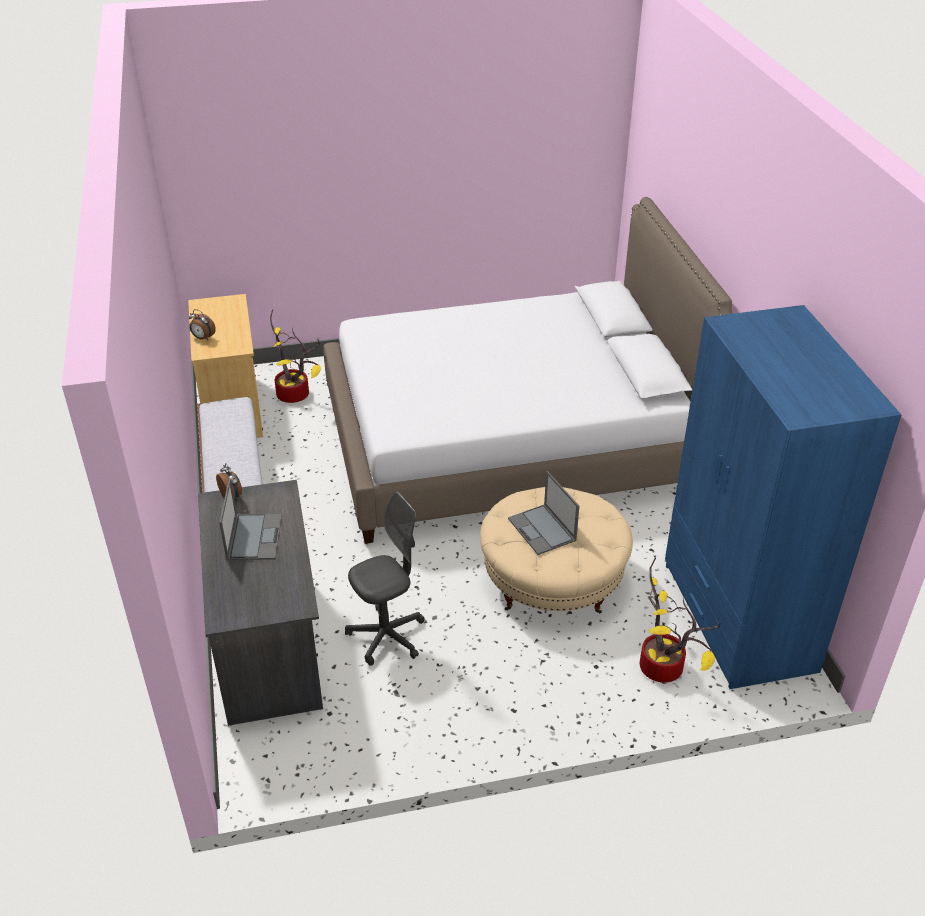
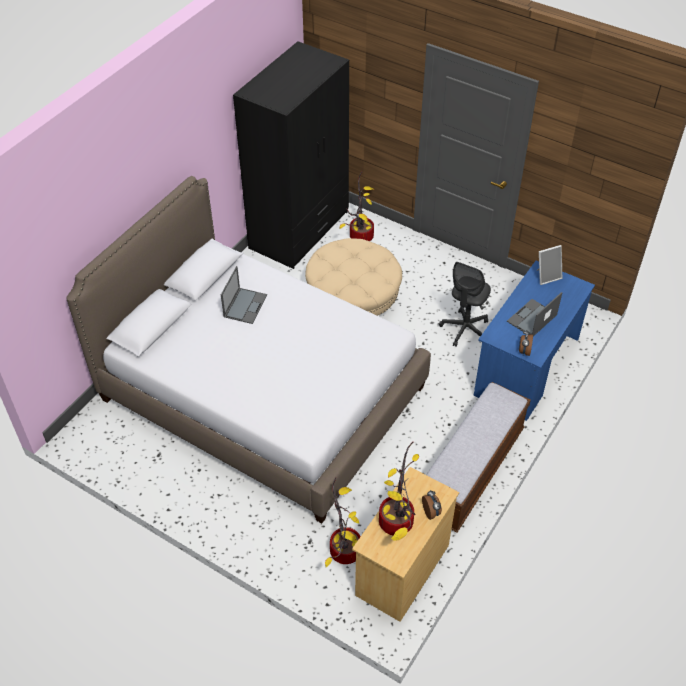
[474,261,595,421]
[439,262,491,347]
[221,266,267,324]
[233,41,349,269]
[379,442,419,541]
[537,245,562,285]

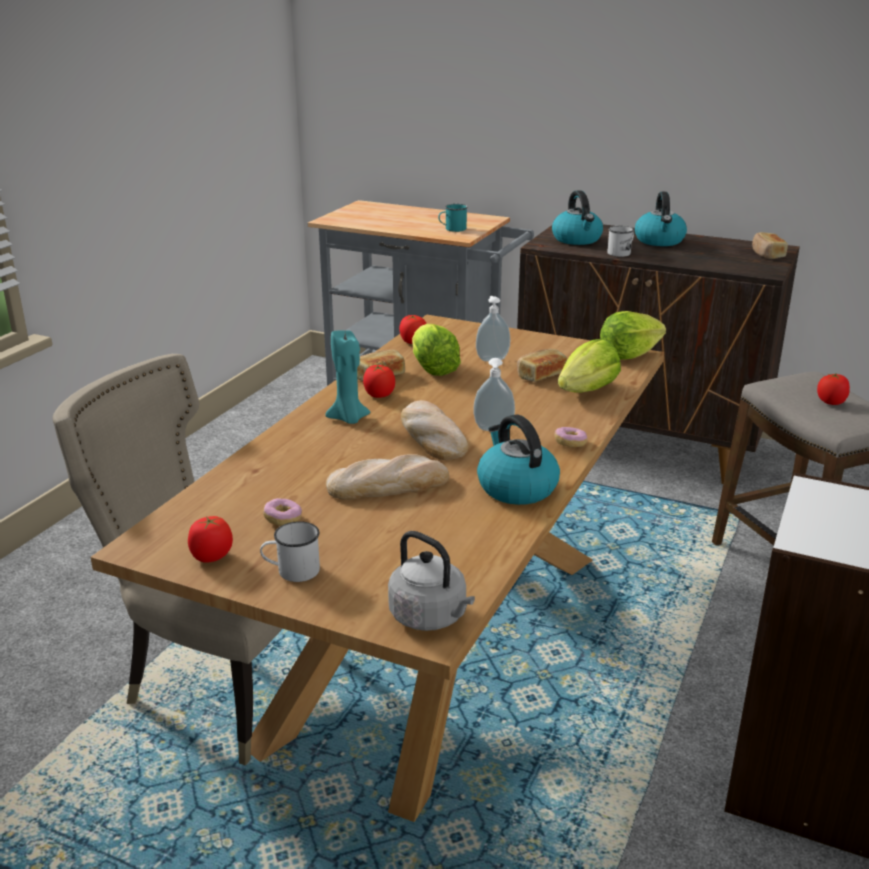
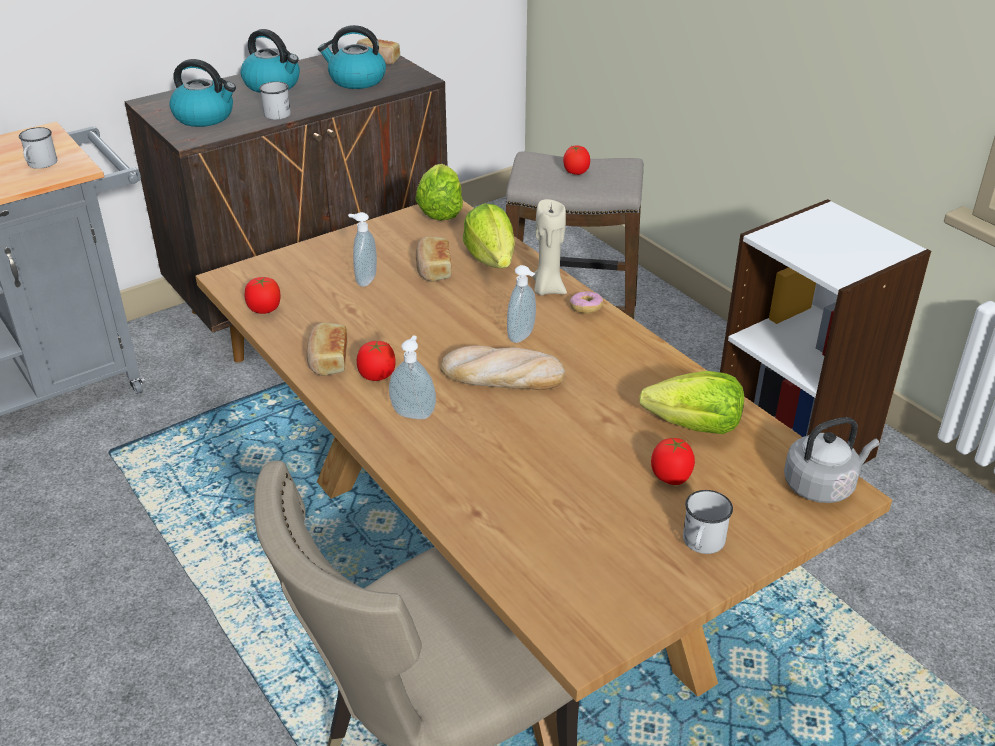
[651,438,695,485]
[263,498,302,526] (first image)
[389,335,436,419]
[326,454,449,500] (first image)
[639,371,744,434]
[19,127,57,169]
[318,25,386,89]
[533,199,567,295]

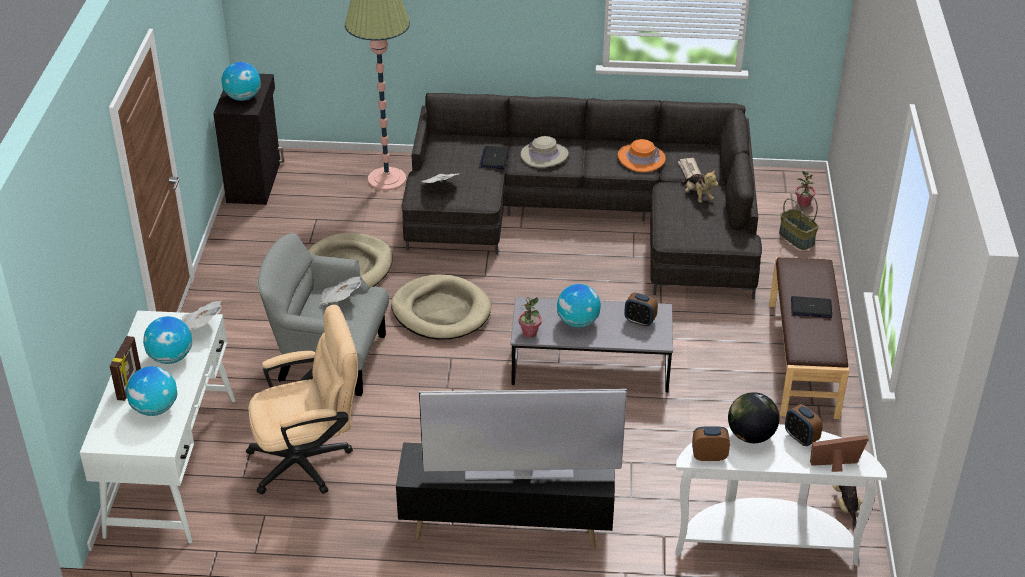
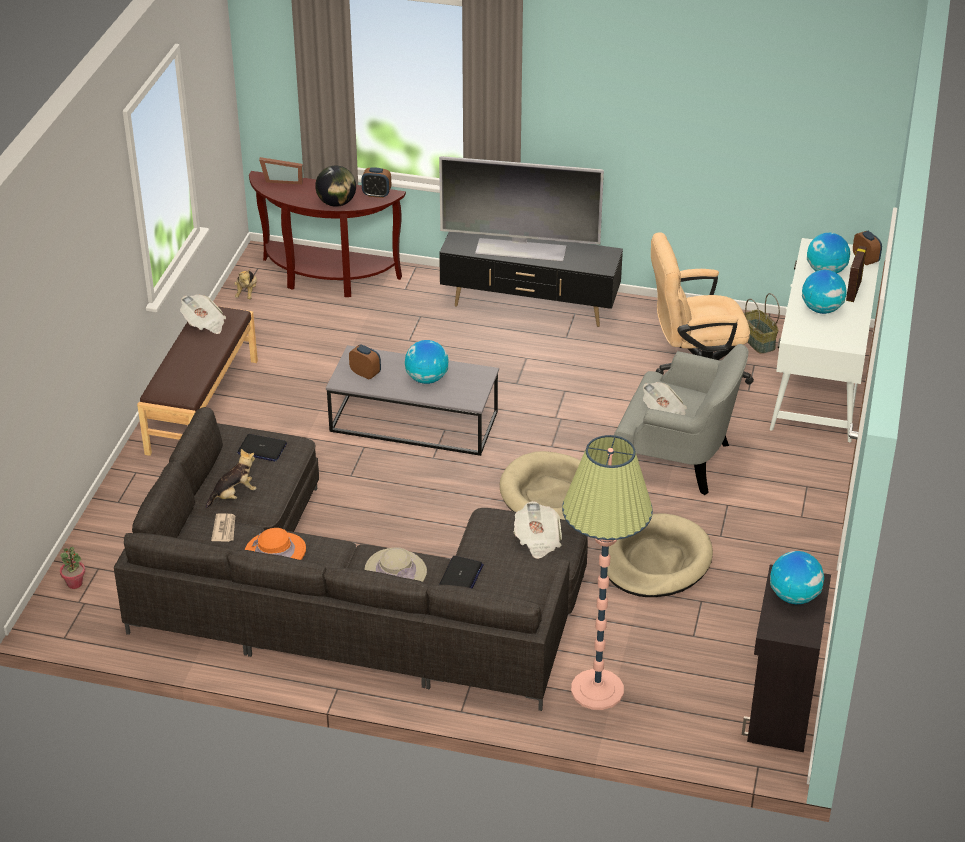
[180,295,226,334]
[518,297,542,338] (first image)
[249,171,406,297]
[206,449,257,509]
[744,293,780,354]
[853,231,882,265]
[237,434,287,461]

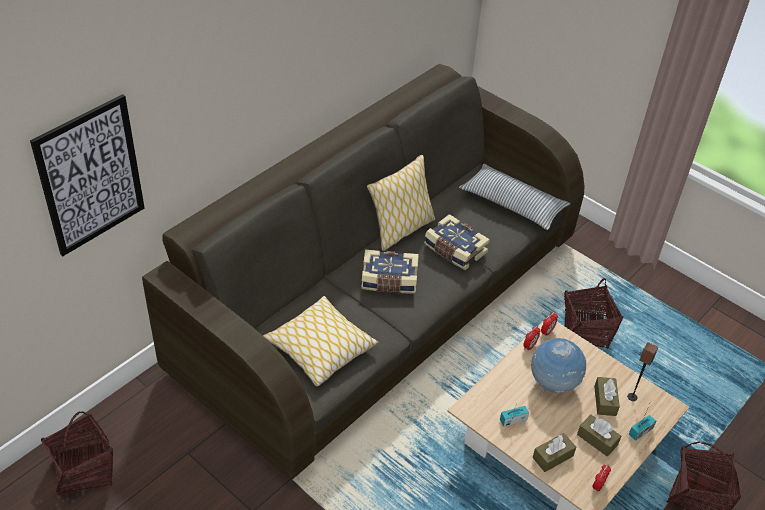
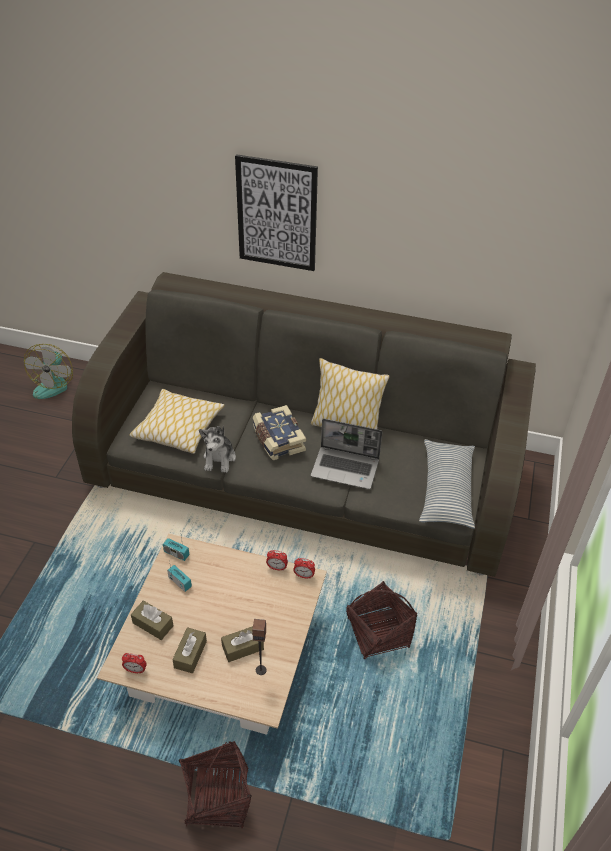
[235,154,318,271]
[24,344,73,399]
[311,419,382,489]
[530,338,586,393] (first image)
[163,530,189,561]
[199,426,236,473]

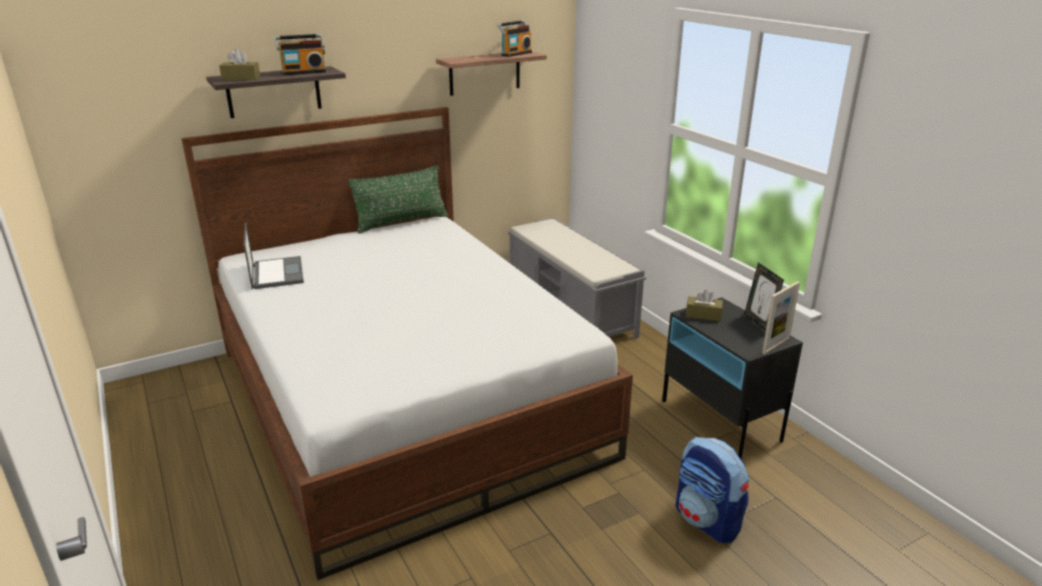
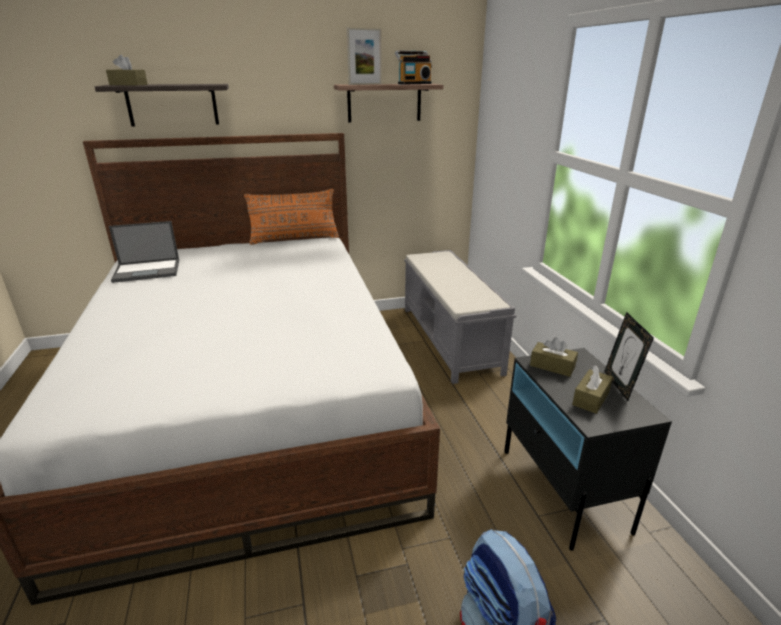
[109,221,179,283]
[274,34,326,75] (first image)
[244,189,339,245]
[347,28,382,85]
[572,365,613,414]

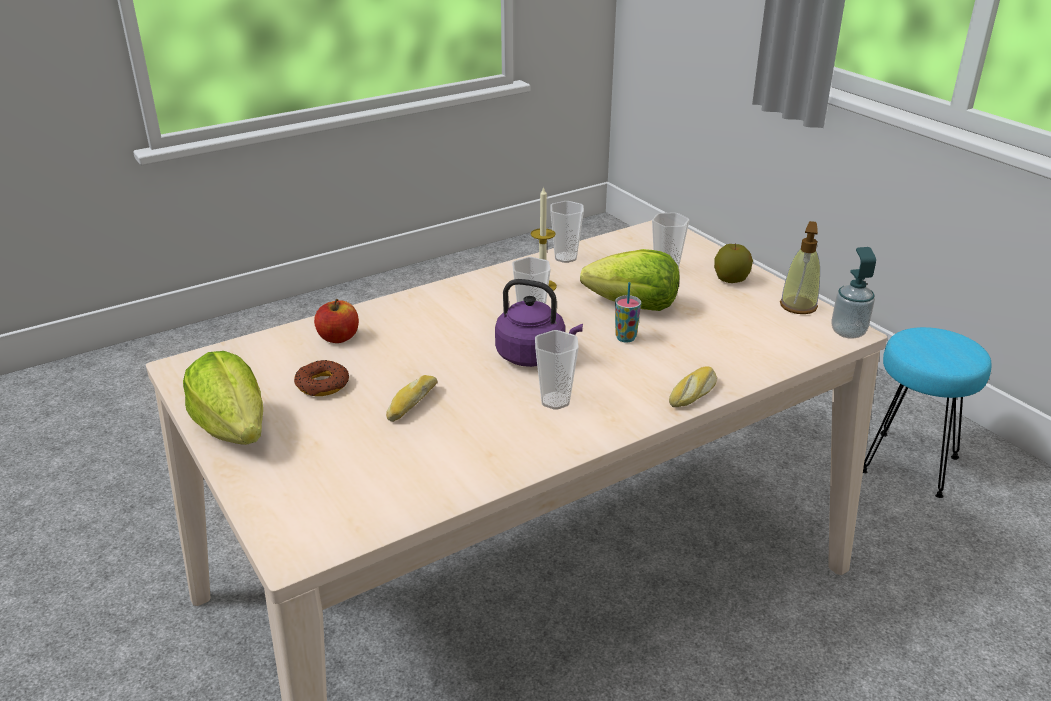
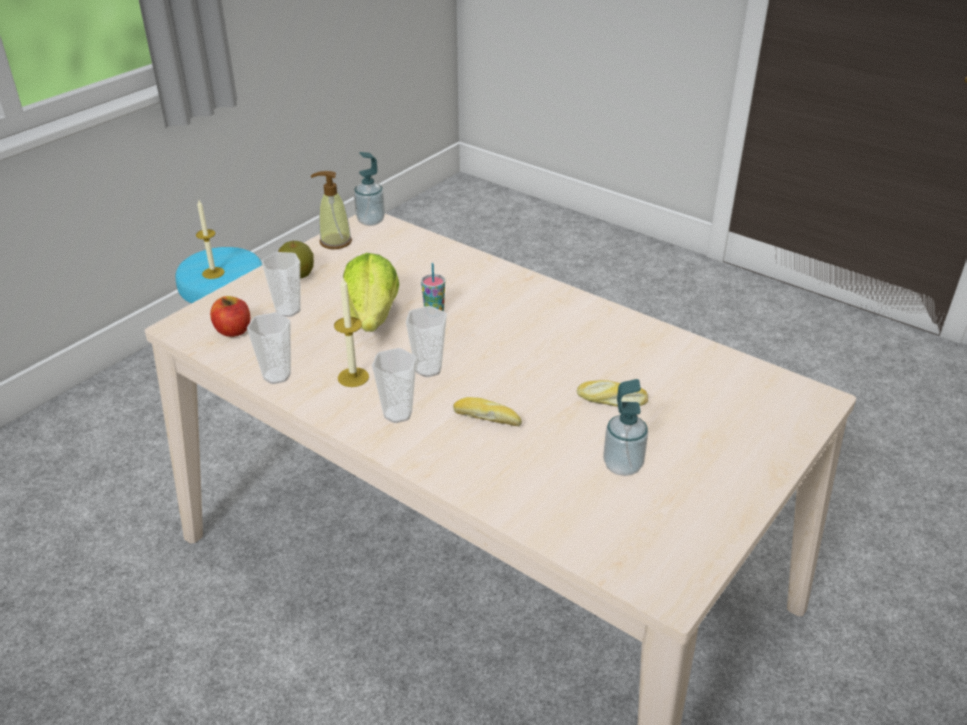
[183,351,263,445] (first image)
[603,379,648,476]
[210,296,250,337]
[495,279,583,367] (first image)
[372,348,417,423]
[453,397,522,426]
[196,200,225,279]

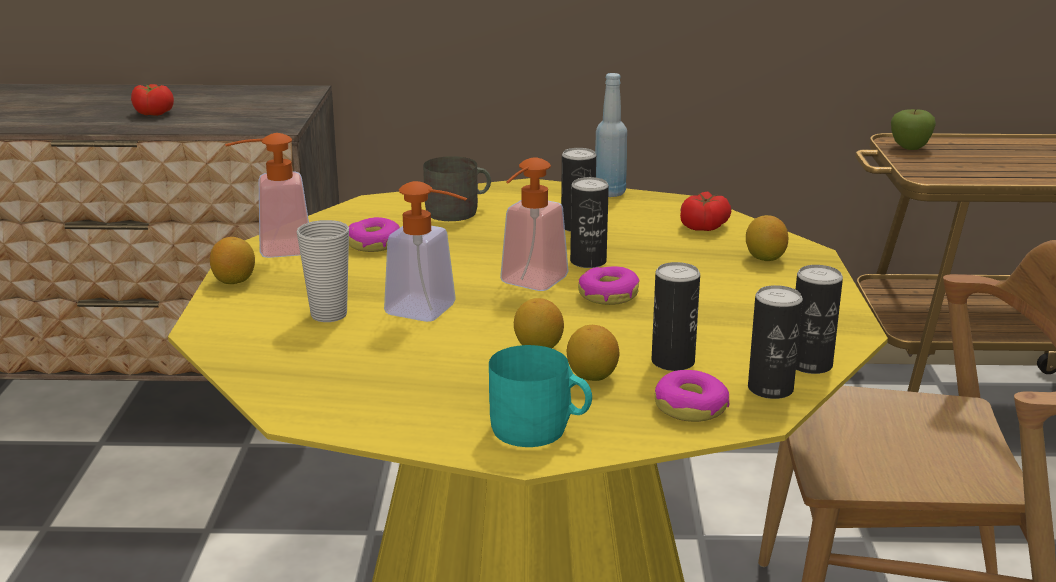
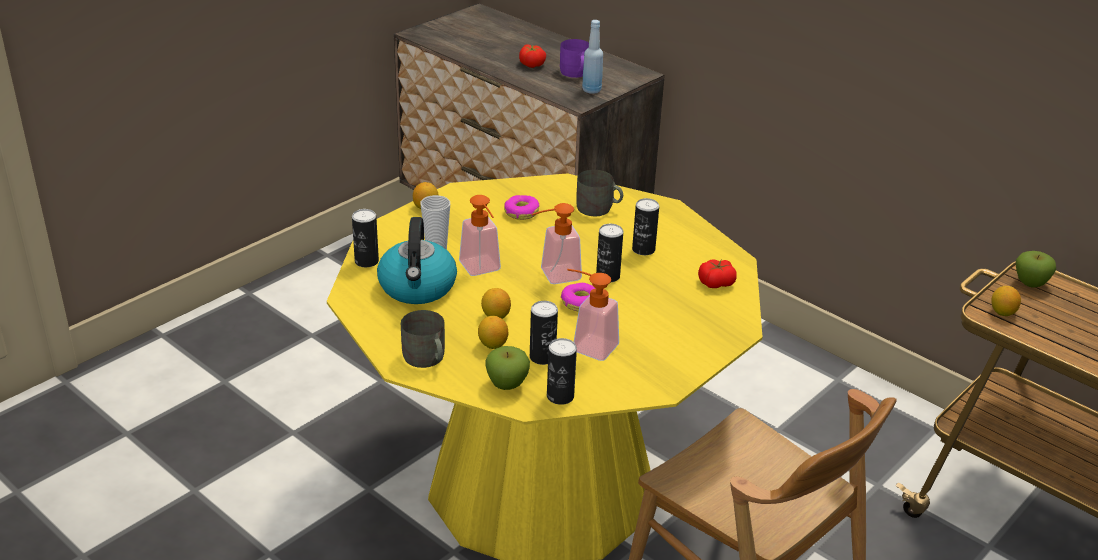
[567,269,619,361]
[401,310,445,368]
[582,20,603,94]
[485,346,530,390]
[991,286,1021,316]
[352,209,379,267]
[377,217,457,304]
[560,39,589,78]

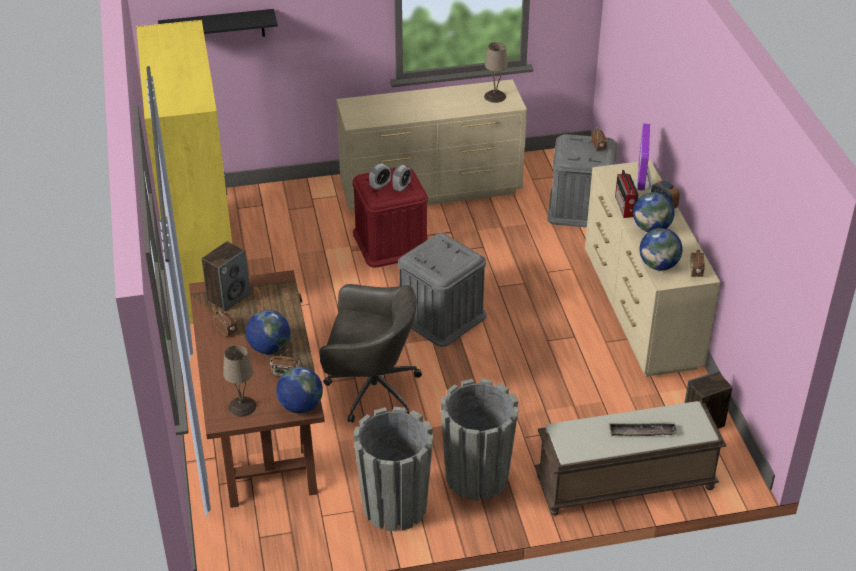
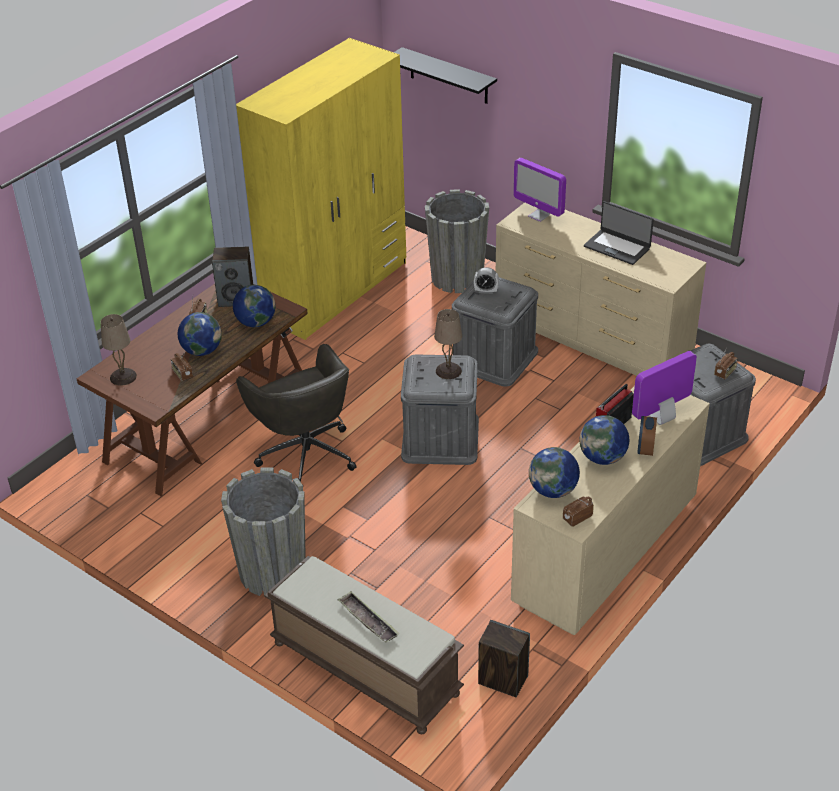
[233,285,275,327]
[452,277,538,387]
[425,189,489,293]
[392,165,411,192] (first image)
[434,309,462,379]
[513,158,566,222]
[584,201,654,265]

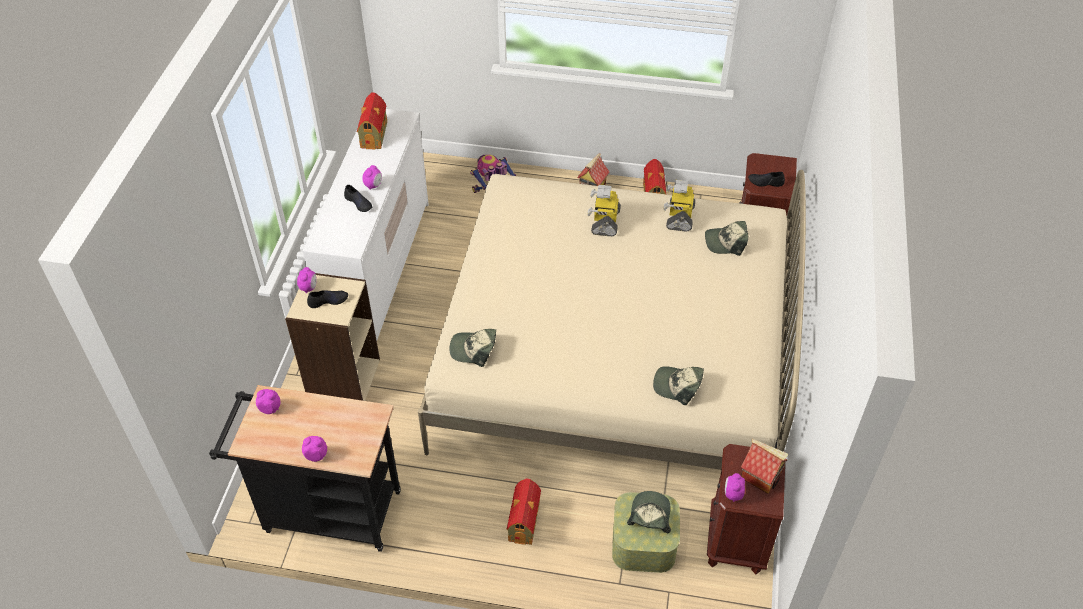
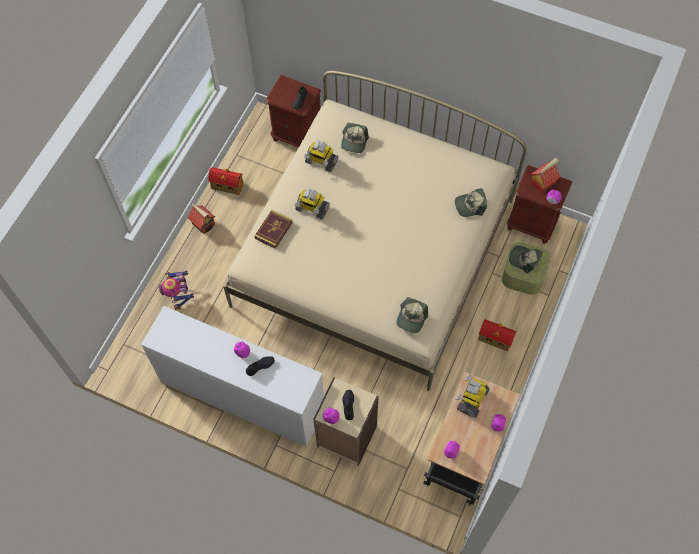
[357,93,387,149] (first image)
[455,189,487,217]
[255,210,293,249]
[456,375,489,418]

